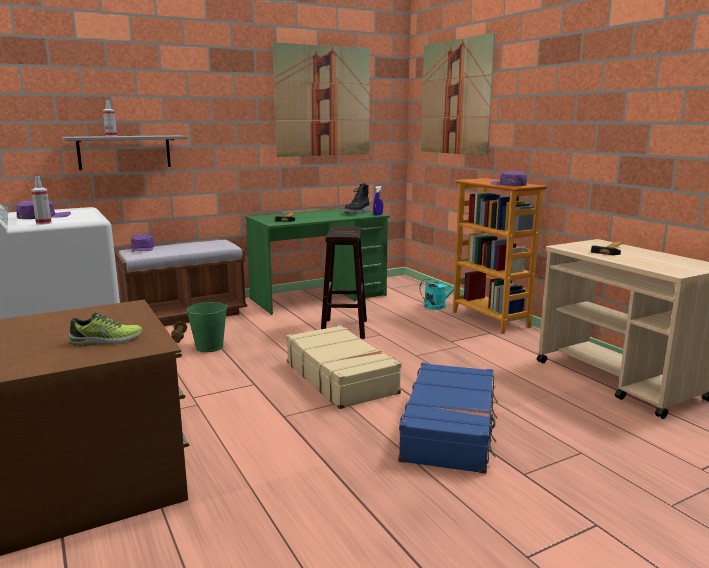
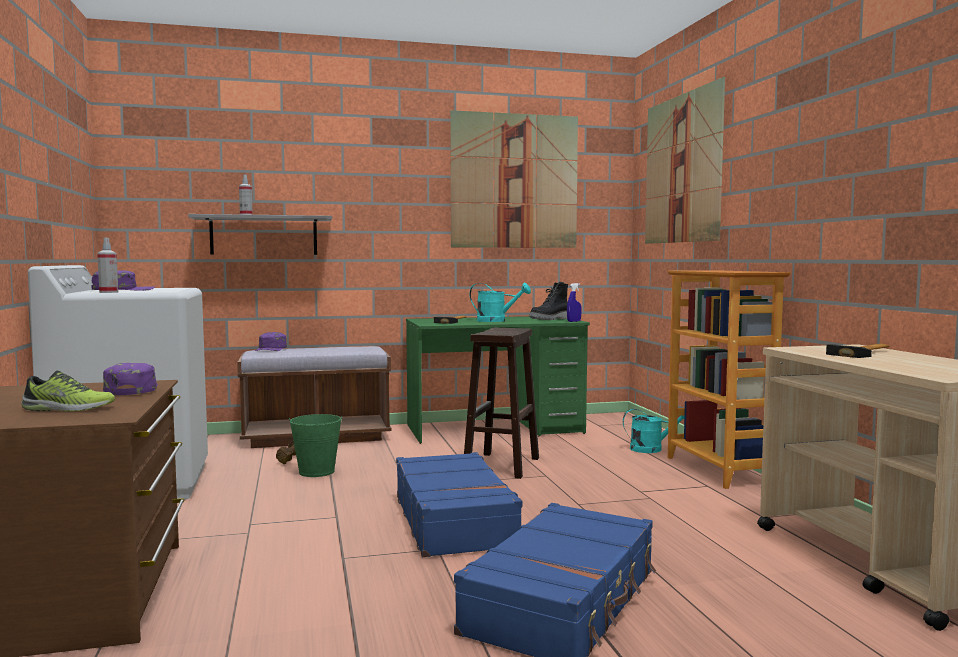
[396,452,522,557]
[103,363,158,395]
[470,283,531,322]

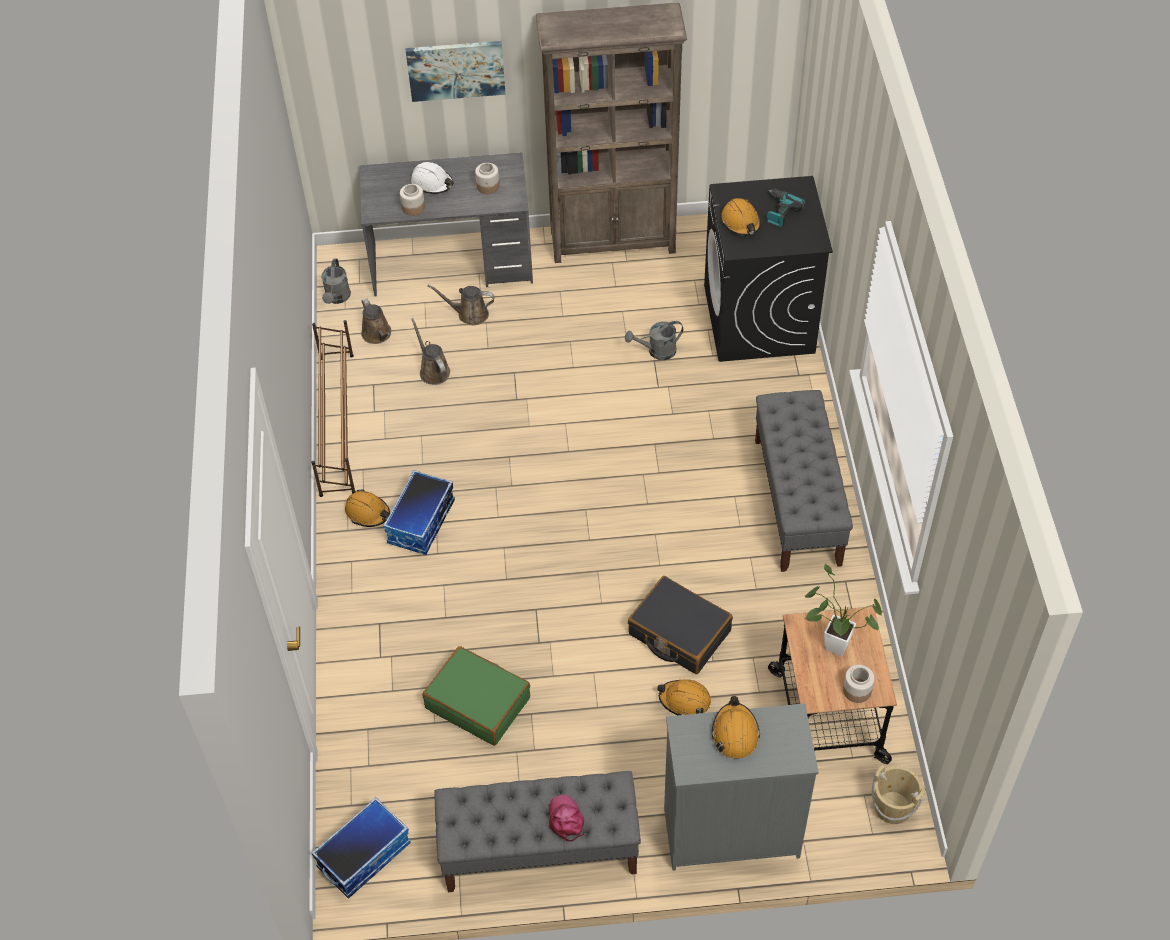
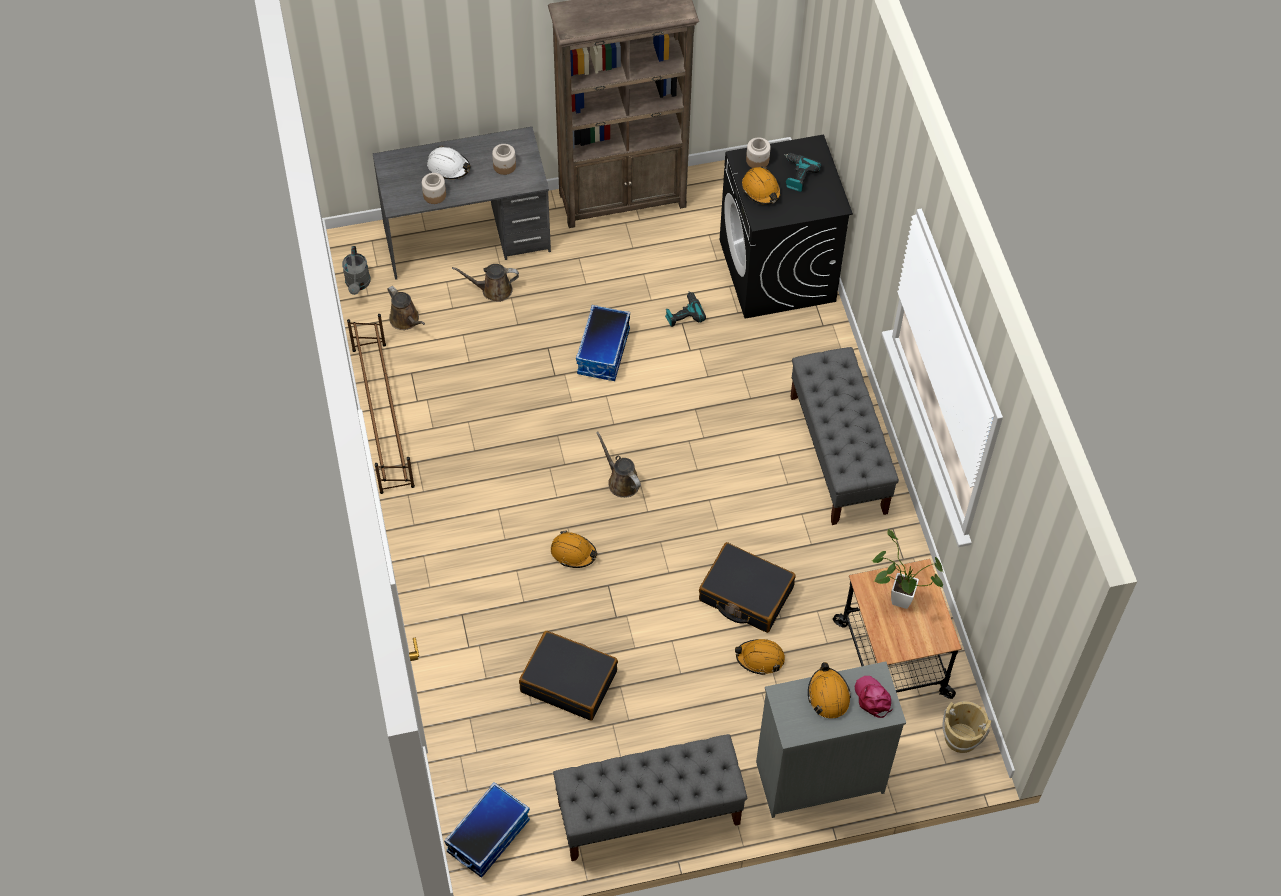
[551,530,597,568]
[576,305,630,381]
[406,41,506,102] (first image)
[596,431,641,498]
[519,631,618,721]
[855,676,893,718]
[665,291,706,327]
[746,137,770,168]

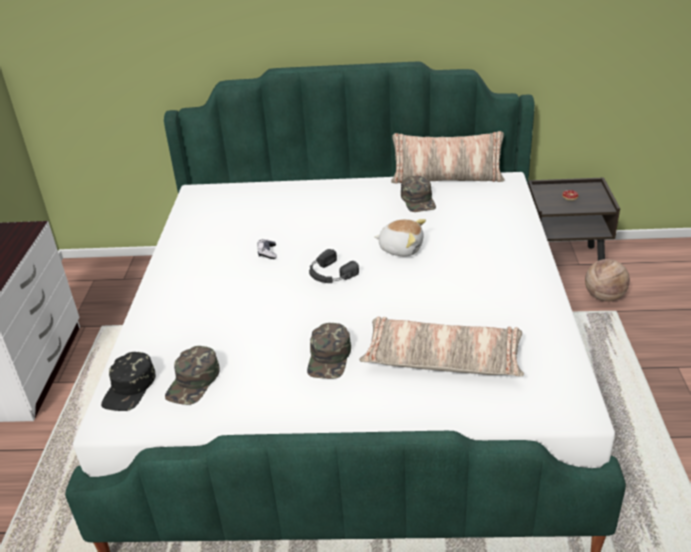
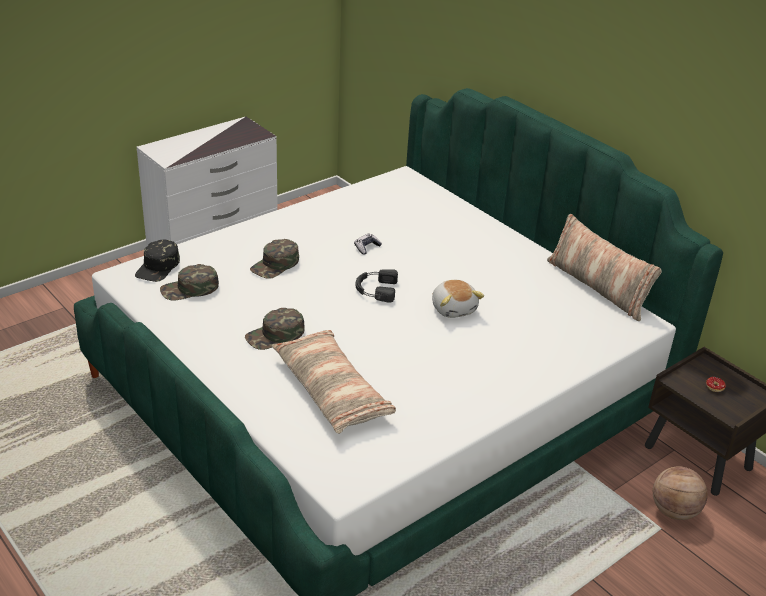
[135,240,180,282]
[250,239,299,279]

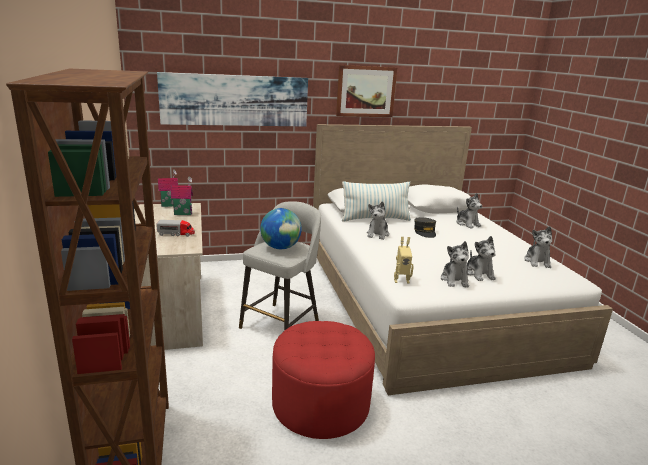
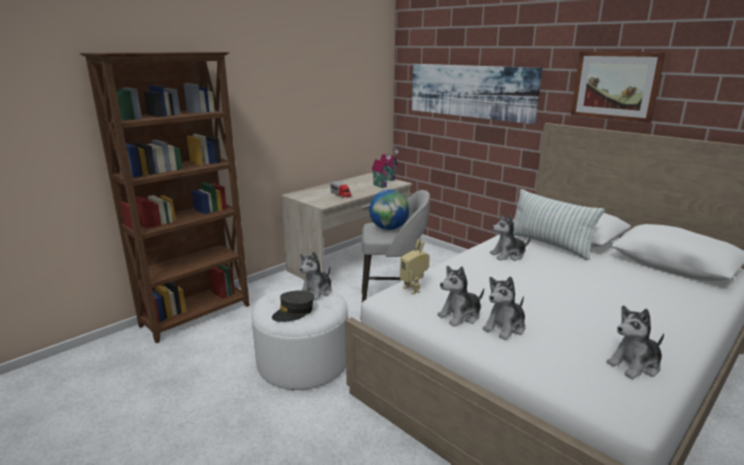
[252,285,348,390]
[272,290,314,322]
[299,252,332,301]

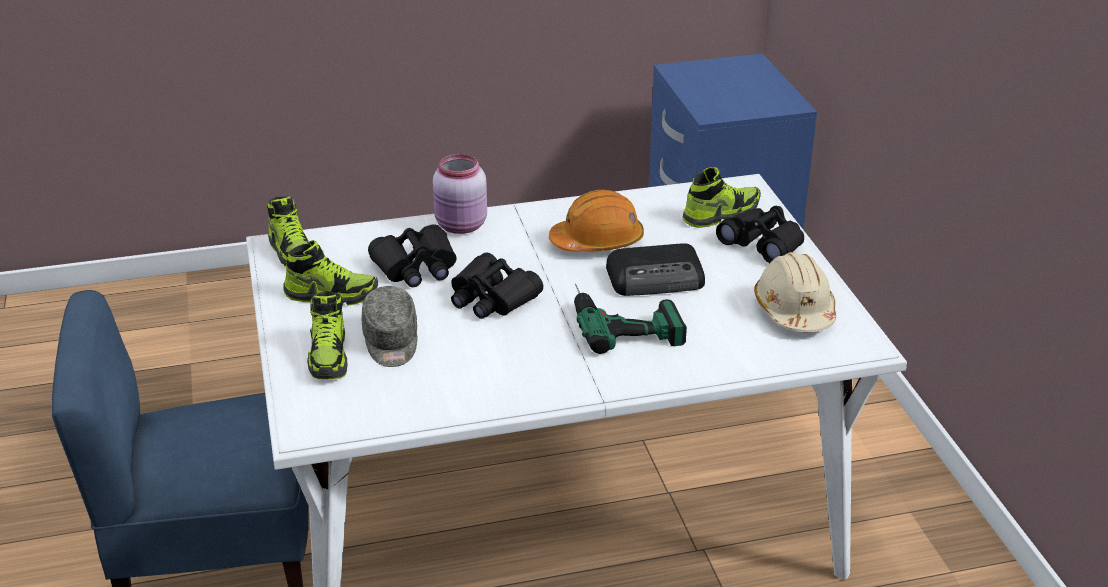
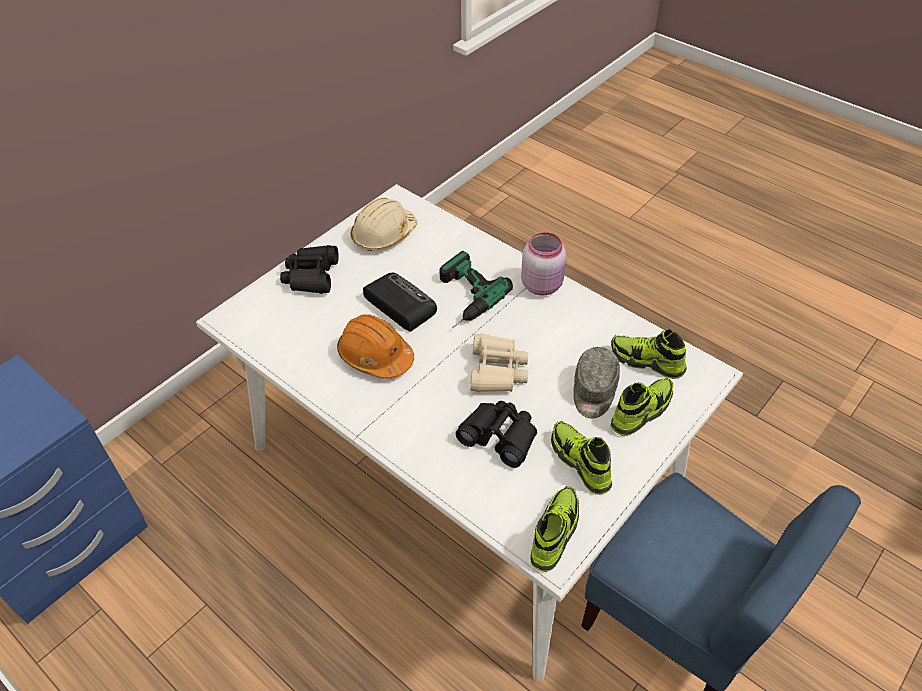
[573,347,620,418]
[521,232,566,296]
[470,334,528,392]
[611,329,686,379]

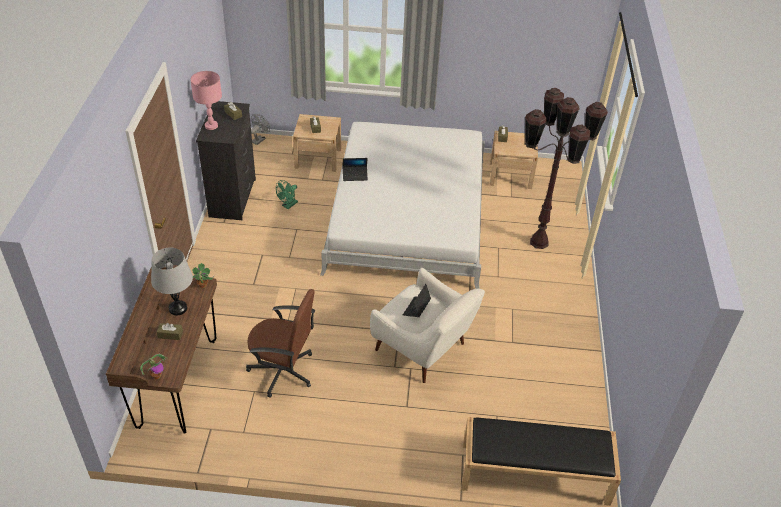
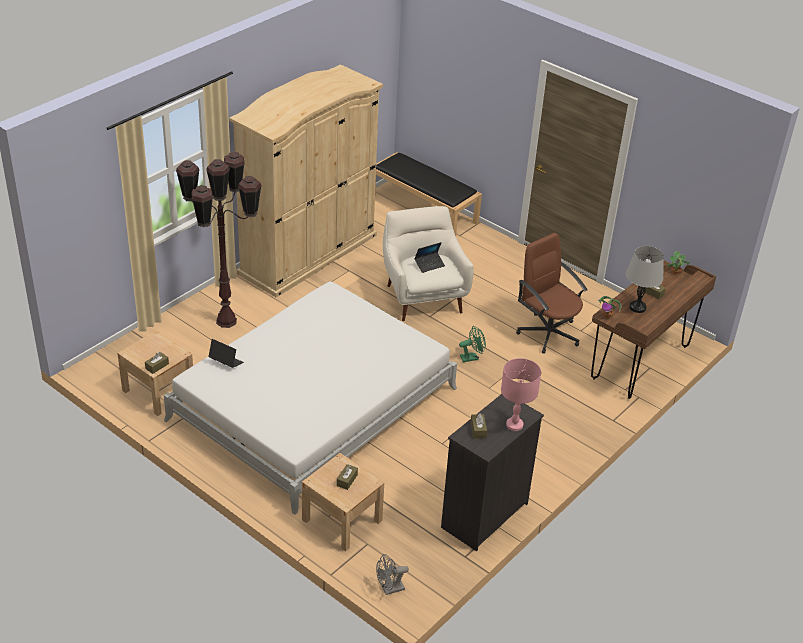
[459,326,486,362]
[208,339,244,368]
[229,64,383,298]

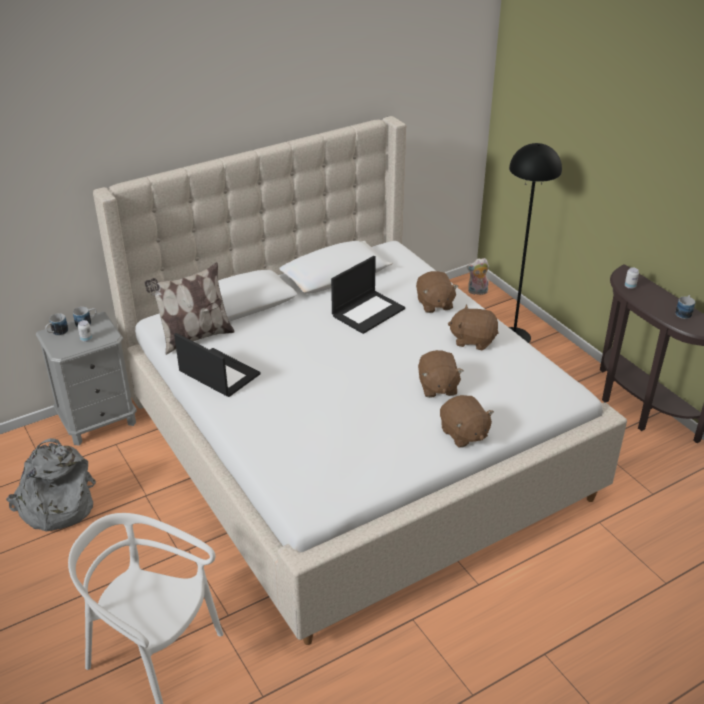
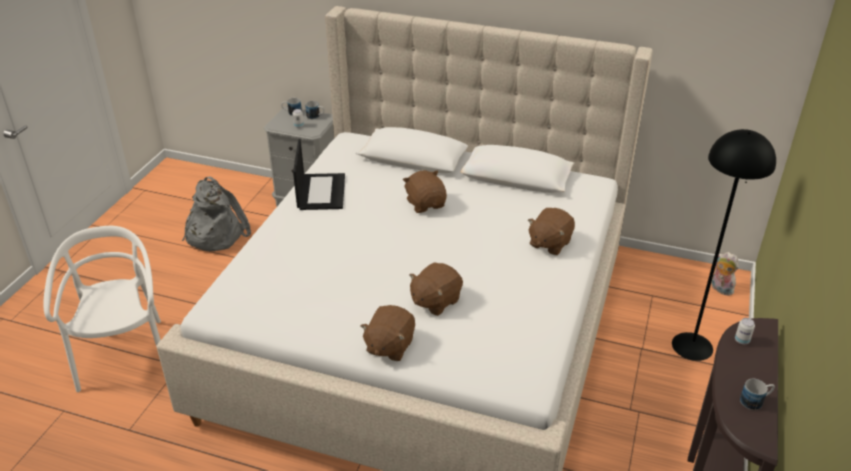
[145,262,234,355] (first image)
[331,256,405,334] (first image)
[403,170,447,213]

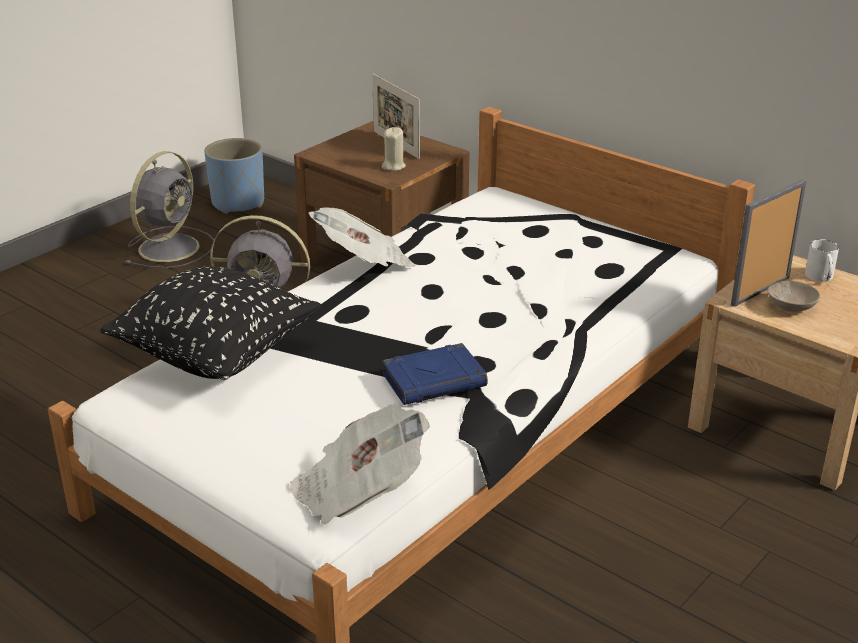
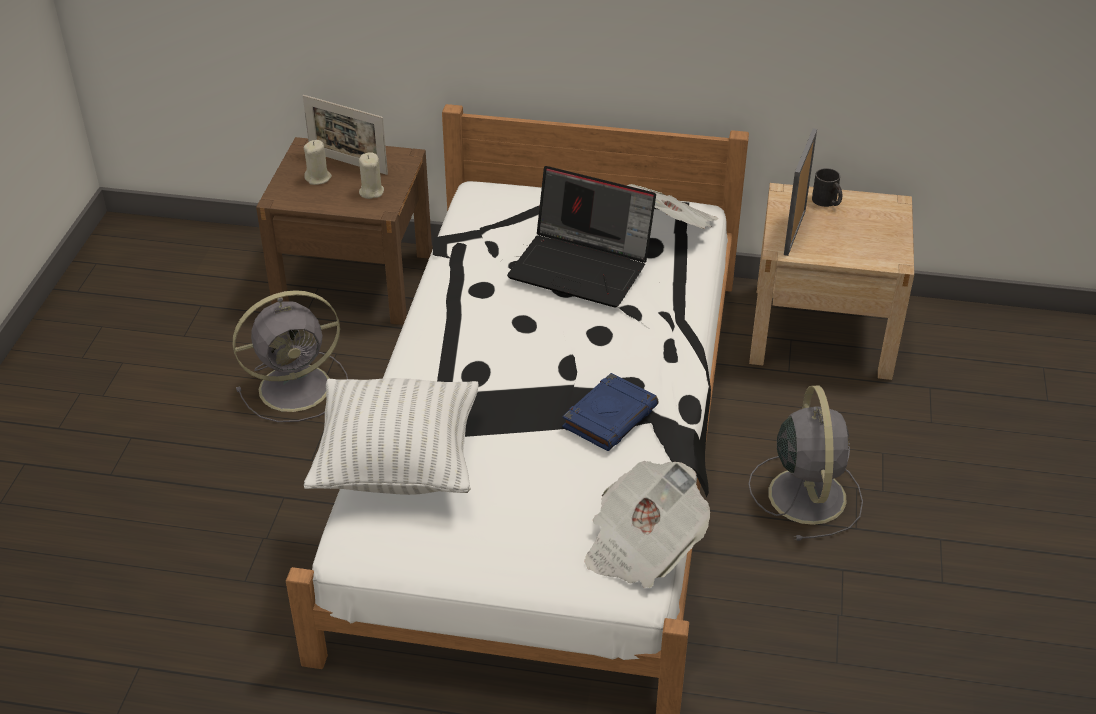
[304,378,479,495]
[749,386,863,541]
[204,138,264,214] (first image)
[627,184,718,229]
[767,281,820,312] (first image)
[812,168,842,207]
[304,140,332,185]
[507,166,656,308]

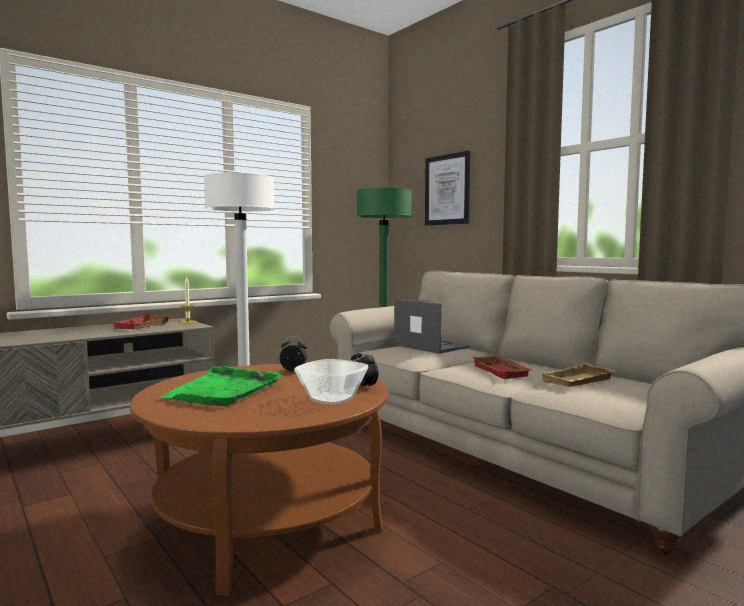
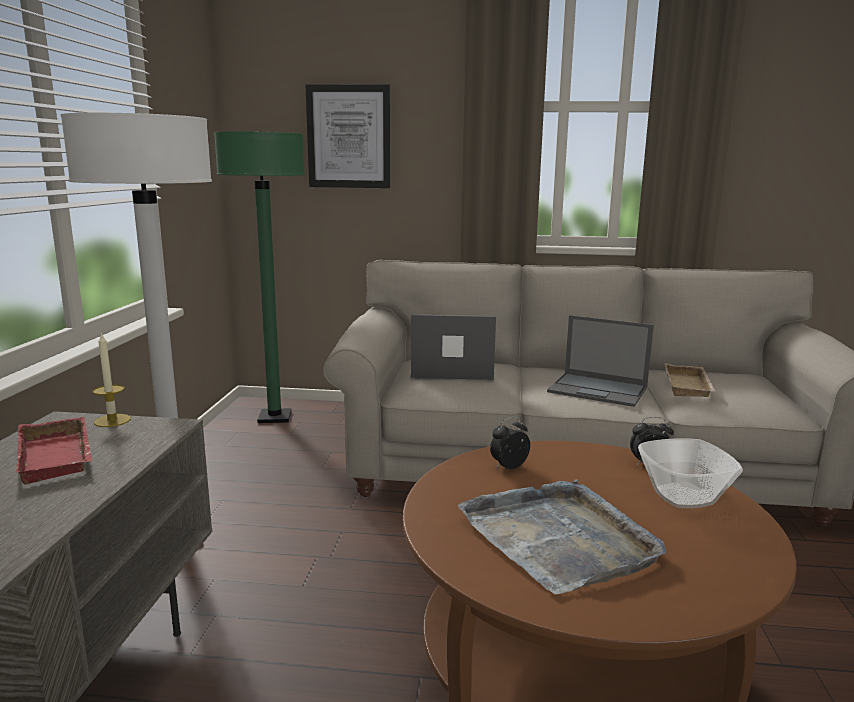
[458,480,666,595]
[547,315,654,407]

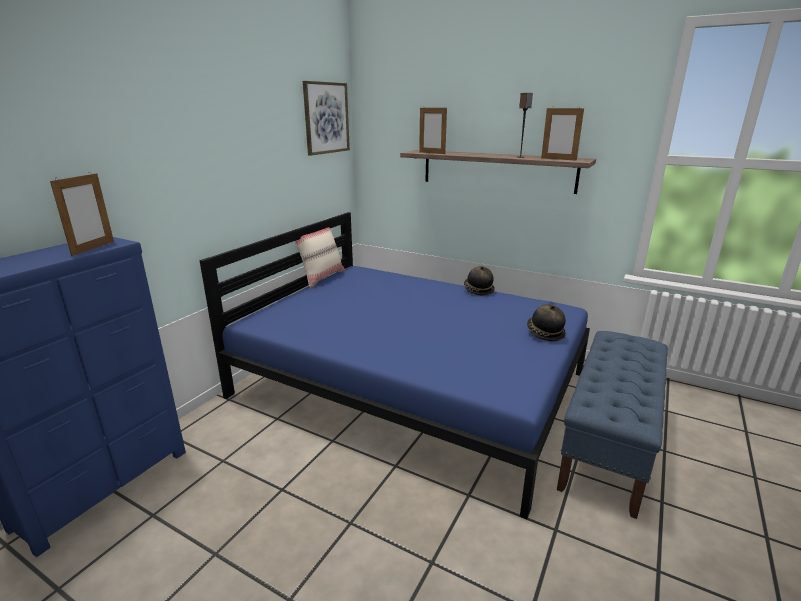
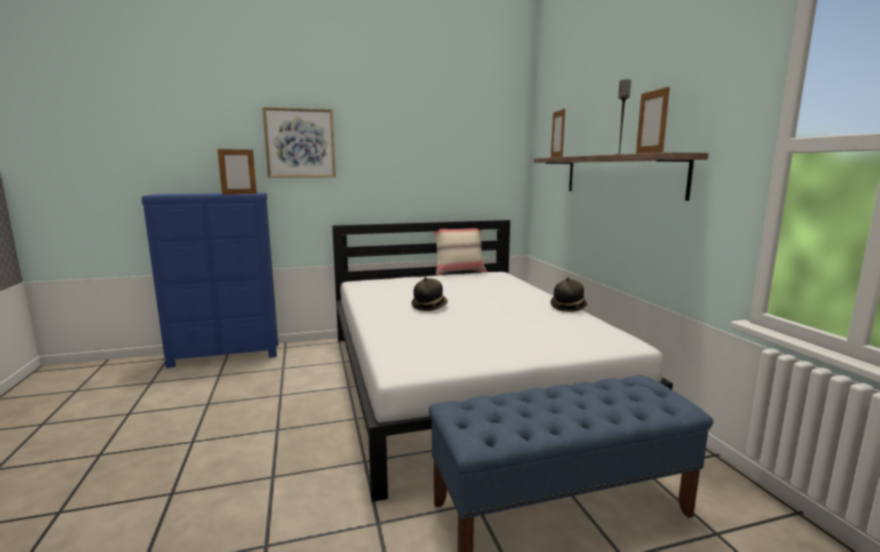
[332,220,673,502]
[262,107,336,178]
[411,277,448,311]

